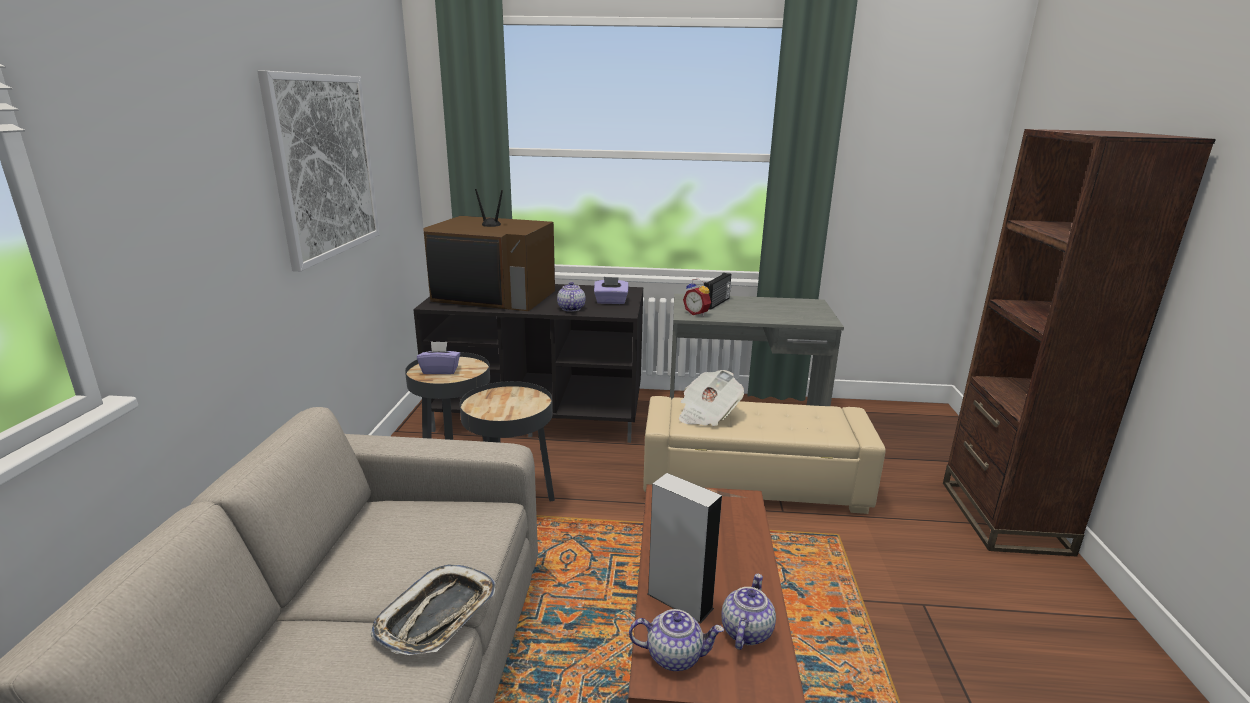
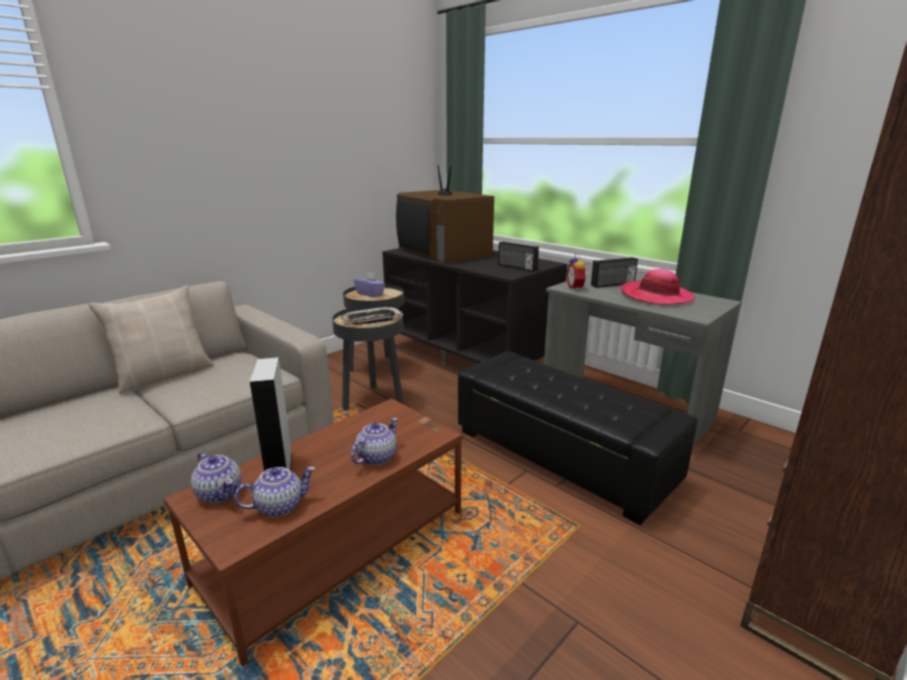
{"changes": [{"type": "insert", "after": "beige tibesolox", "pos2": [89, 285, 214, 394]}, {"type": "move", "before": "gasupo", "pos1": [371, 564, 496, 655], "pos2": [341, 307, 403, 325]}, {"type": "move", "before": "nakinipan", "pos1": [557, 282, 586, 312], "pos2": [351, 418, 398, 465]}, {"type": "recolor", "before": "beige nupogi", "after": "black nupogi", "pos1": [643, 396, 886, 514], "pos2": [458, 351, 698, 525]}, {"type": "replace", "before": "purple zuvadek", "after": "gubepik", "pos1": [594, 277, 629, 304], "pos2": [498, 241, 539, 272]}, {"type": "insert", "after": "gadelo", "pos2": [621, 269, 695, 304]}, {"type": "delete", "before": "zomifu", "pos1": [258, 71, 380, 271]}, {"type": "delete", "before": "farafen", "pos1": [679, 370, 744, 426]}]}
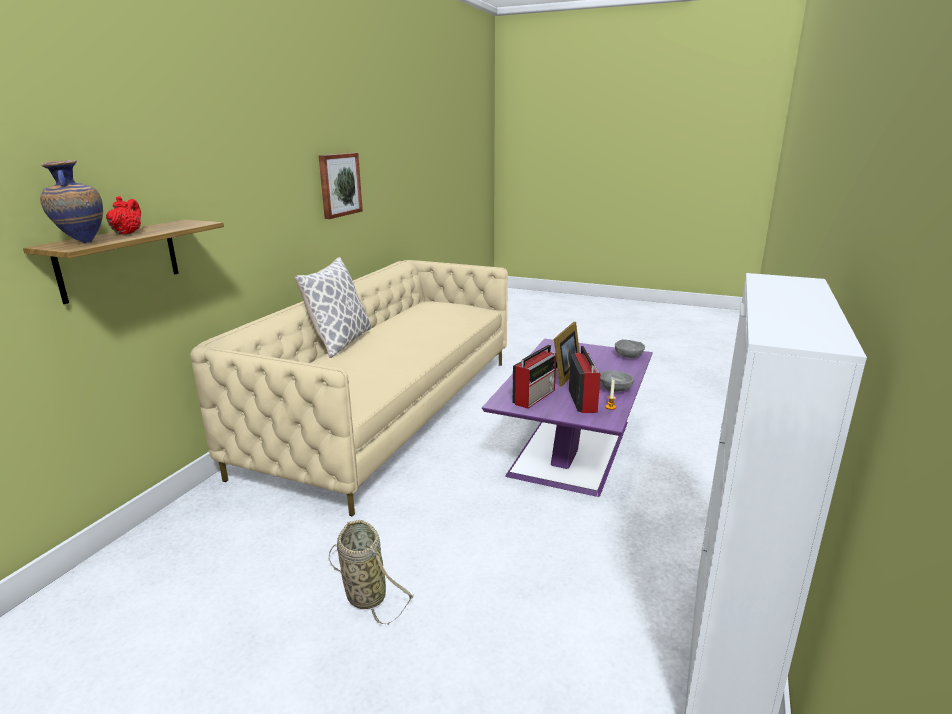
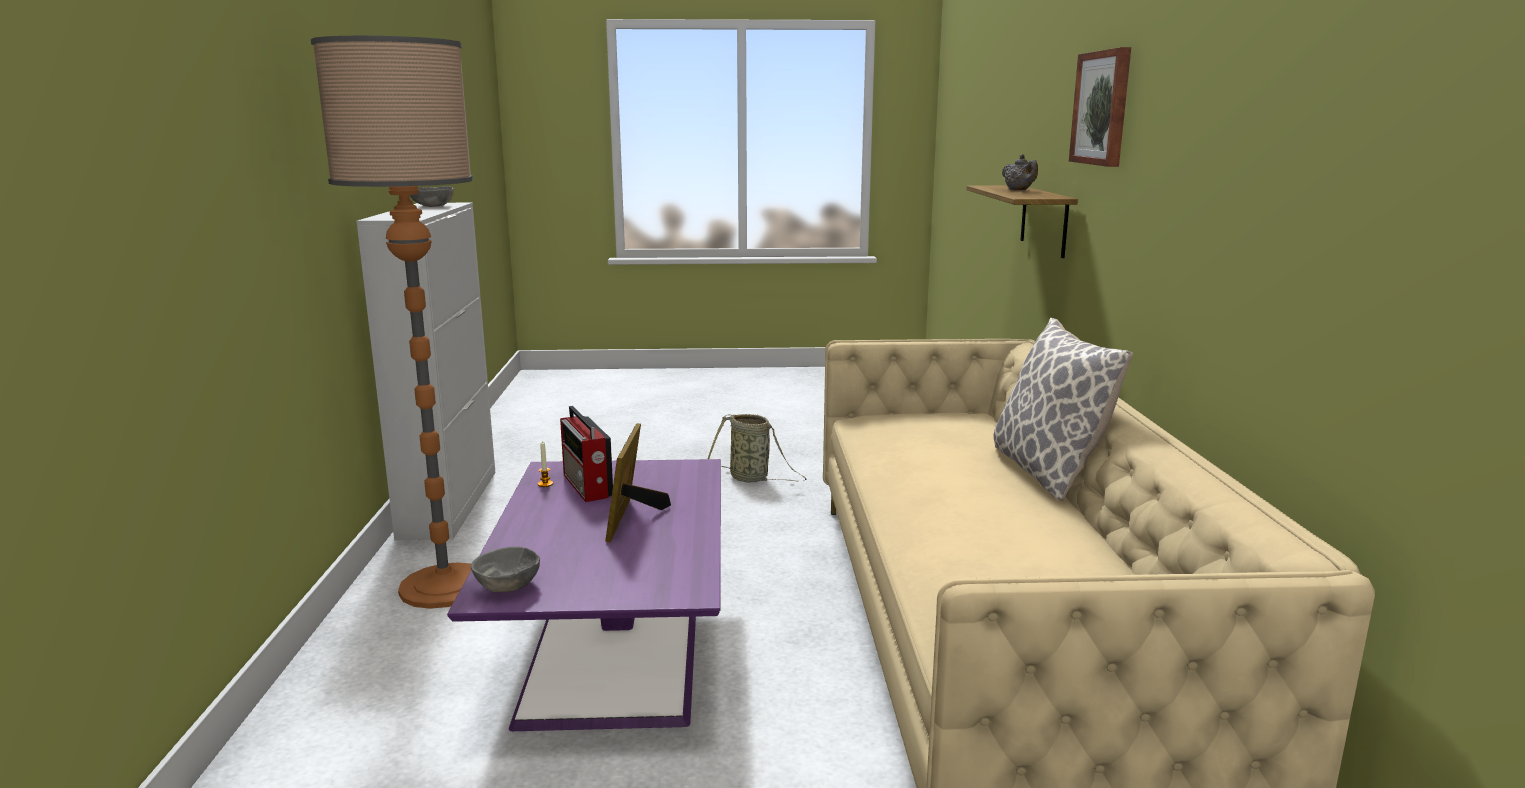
{"changes": [{"type": "insert", "after": "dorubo", "pos2": [311, 36, 473, 609]}, {"type": "move", "before": "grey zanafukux", "pos1": [600, 370, 634, 392], "pos2": [410, 186, 454, 207]}, {"type": "recolor", "before": "red nakinipan", "after": "grey nakinipan", "pos1": [106, 196, 141, 235], "pos2": [1002, 154, 1038, 190]}, {"type": "move", "before": "zomifu", "pos1": [319, 153, 363, 219], "pos2": [1069, 47, 1131, 167]}, {"type": "delete", "before": "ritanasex", "pos1": [40, 160, 103, 244]}, {"type": "delete", "before": "gubepik", "pos1": [512, 345, 556, 409]}]}
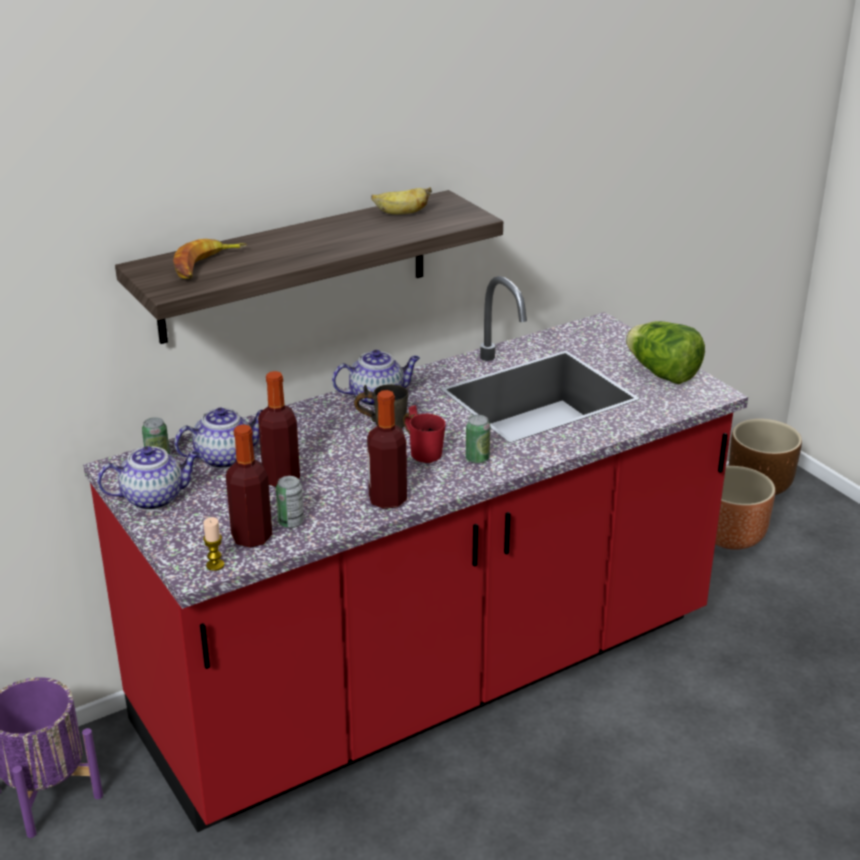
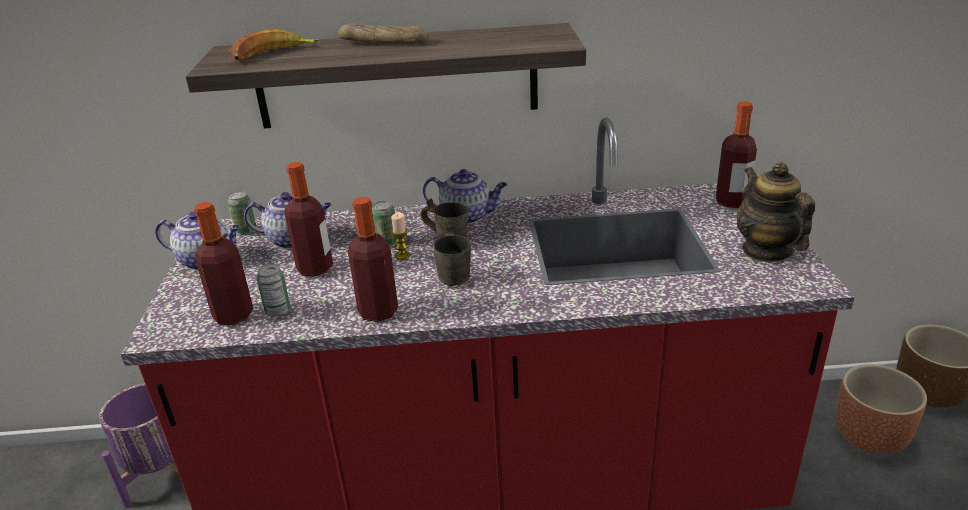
{"changes": [{"type": "insert", "after": "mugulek", "pos2": [338, 23, 429, 44]}, {"type": "move", "before": "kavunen", "pos1": [466, 415, 490, 464], "pos2": [372, 201, 397, 246]}, {"type": "move", "before": "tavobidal", "pos1": [203, 517, 224, 571], "pos2": [391, 213, 410, 260]}, {"type": "recolor", "before": "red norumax", "after": "grey norumax", "pos1": [403, 405, 446, 463], "pos2": [434, 225, 471, 286]}, {"type": "insert", "after": "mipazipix", "pos2": [716, 101, 757, 208]}, {"type": "replace", "before": "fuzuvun", "after": "nakinipan", "pos1": [626, 321, 705, 384], "pos2": [737, 162, 815, 262]}, {"type": "delete", "before": "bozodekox", "pos1": [371, 187, 432, 215]}]}
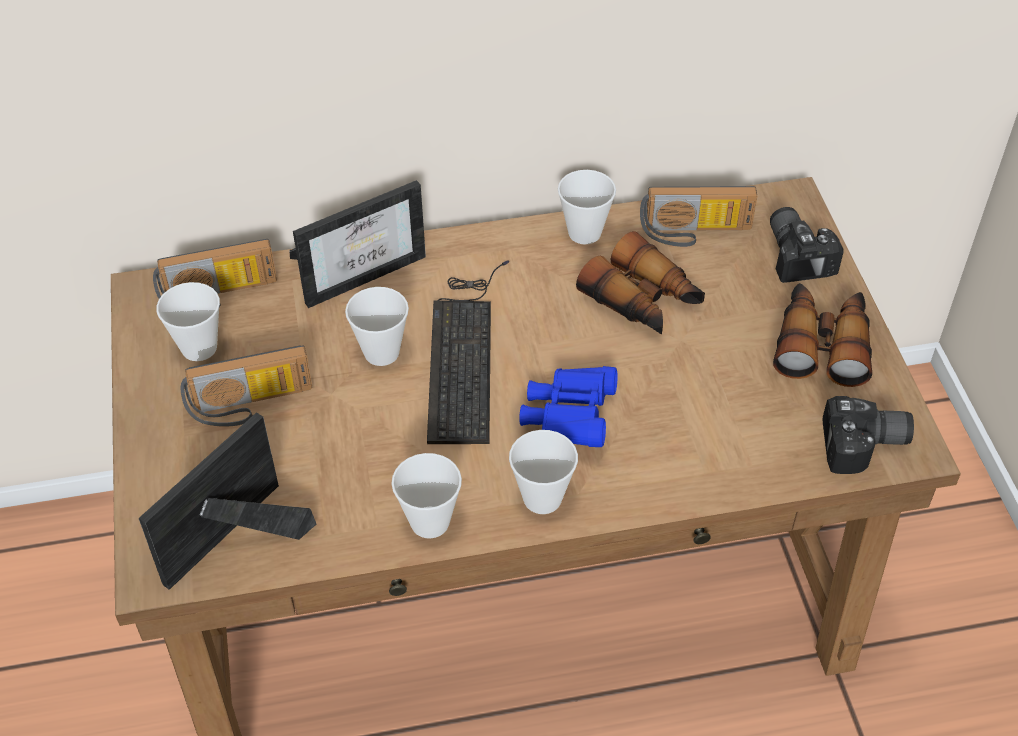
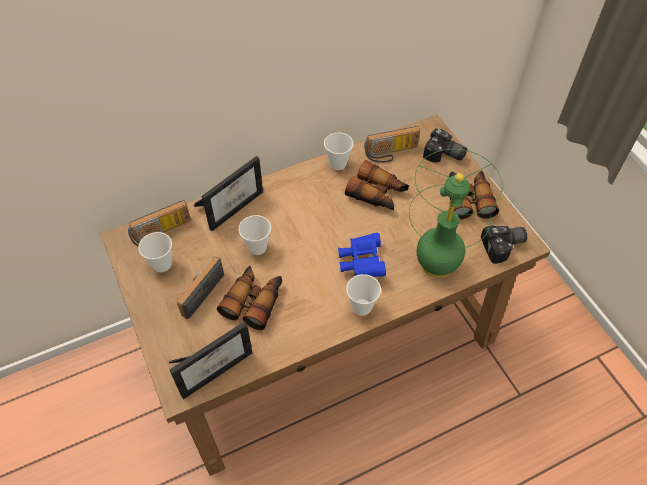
{"changes": [{"type": "rotate", "before": "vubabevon", "pos1": [139, 412, 316, 590], "pos2": [168, 321, 253, 400], "turn": -150}, {"type": "rotate", "before": "gubepik", "pos1": [181, 345, 312, 427], "pos2": [177, 256, 224, 319], "turn": 150}, {"type": "insert", "after": "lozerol", "pos2": [217, 265, 282, 330]}, {"type": "insert", "after": "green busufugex", "pos2": [409, 149, 503, 278]}, {"type": "rotate", "before": "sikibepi", "pos1": [770, 207, 844, 283], "pos2": [423, 128, 467, 163], "turn": 150}, {"type": "delete", "before": "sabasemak", "pos1": [391, 453, 462, 538]}, {"type": "delete", "before": "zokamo", "pos1": [427, 261, 509, 444]}]}
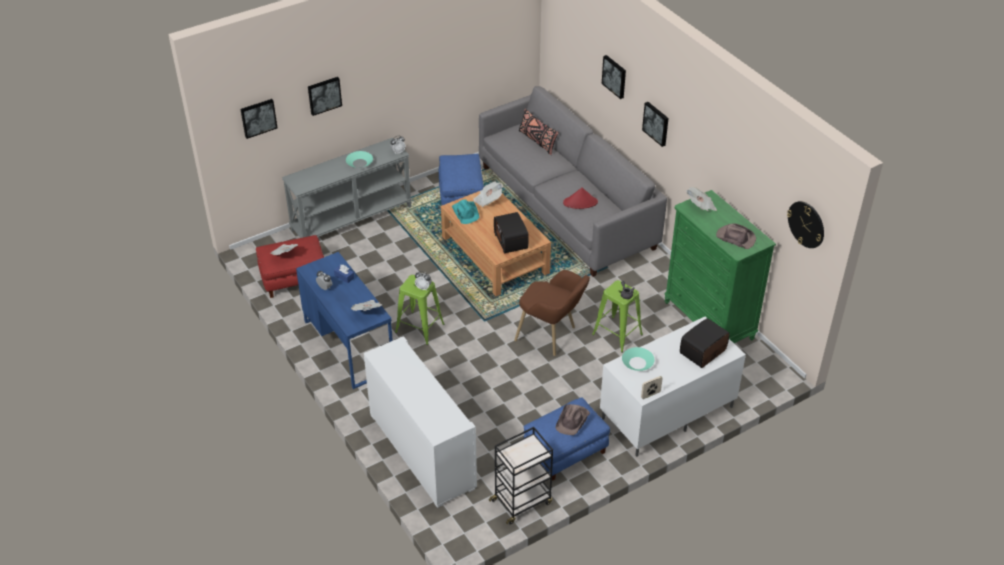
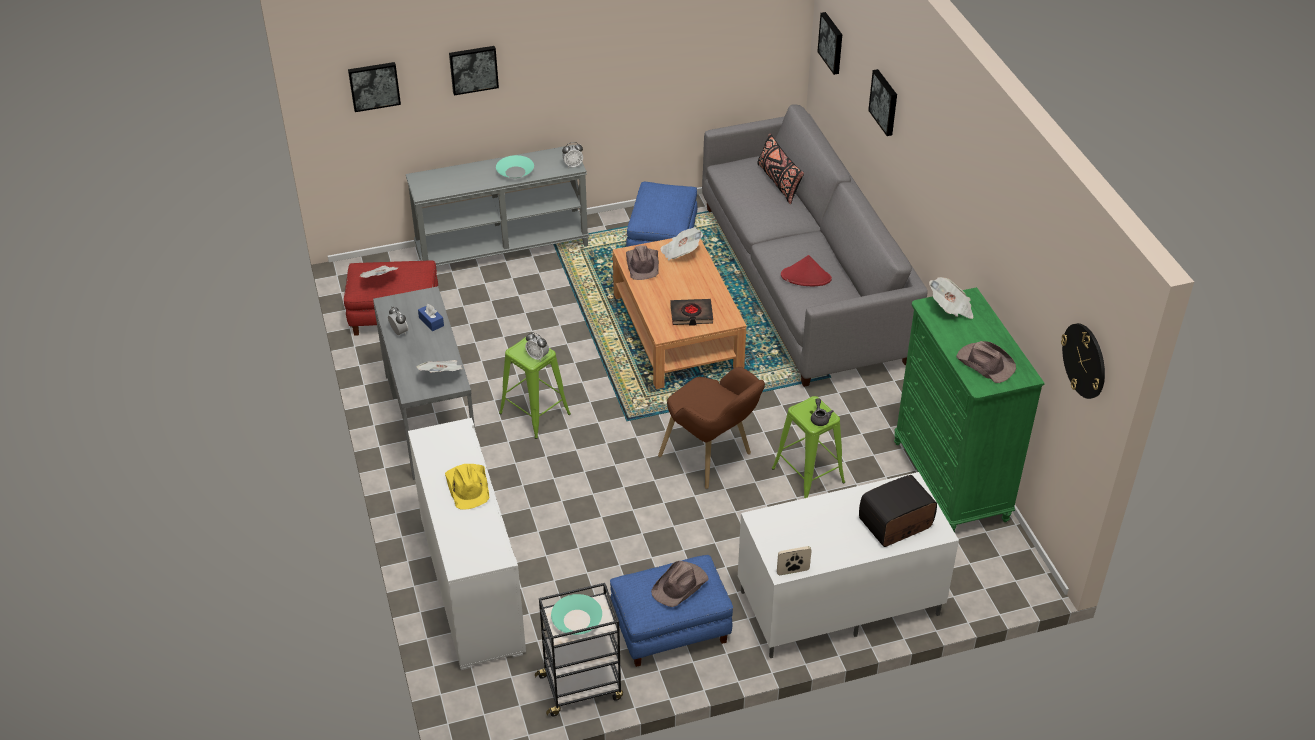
{"changes": [{"type": "recolor", "before": "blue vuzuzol", "after": "grey vuzuzol", "pos1": [296, 252, 393, 389], "pos2": [373, 286, 475, 480]}, {"type": "insert", "after": "yellow gadelo", "pos2": [445, 464, 489, 510]}, {"type": "move", "before": "turquoise zanafukux", "pos1": [622, 347, 655, 371], "pos2": [551, 594, 602, 635]}, {"type": "recolor", "before": "turquoise gadelo", "after": "brown gadelo", "pos1": [452, 200, 479, 224], "pos2": [626, 245, 659, 280]}, {"type": "replace", "before": "gubepik", "after": "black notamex", "pos1": [494, 212, 529, 253], "pos2": [670, 299, 713, 326]}, {"type": "move", "before": "zomifu", "pos1": [642, 102, 669, 147], "pos2": [817, 12, 842, 75]}]}
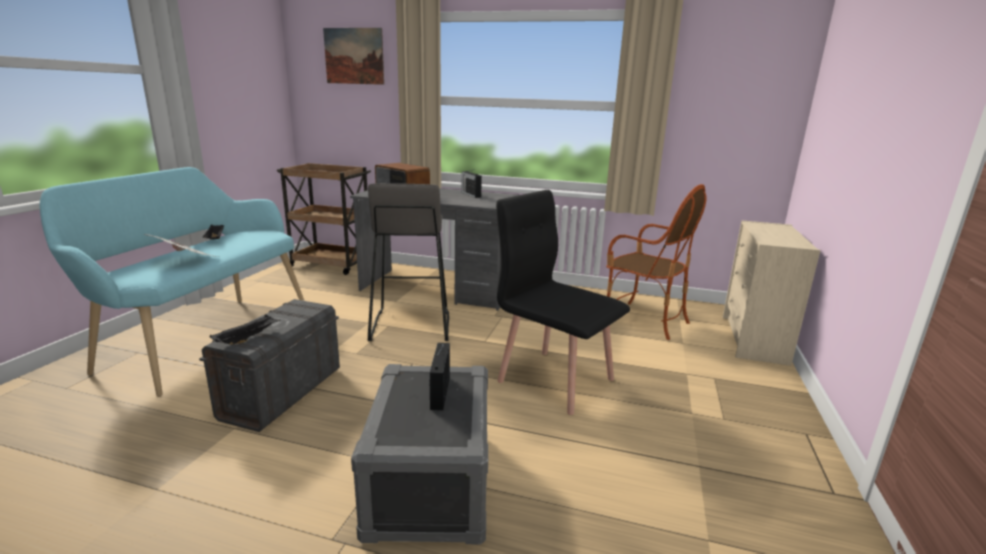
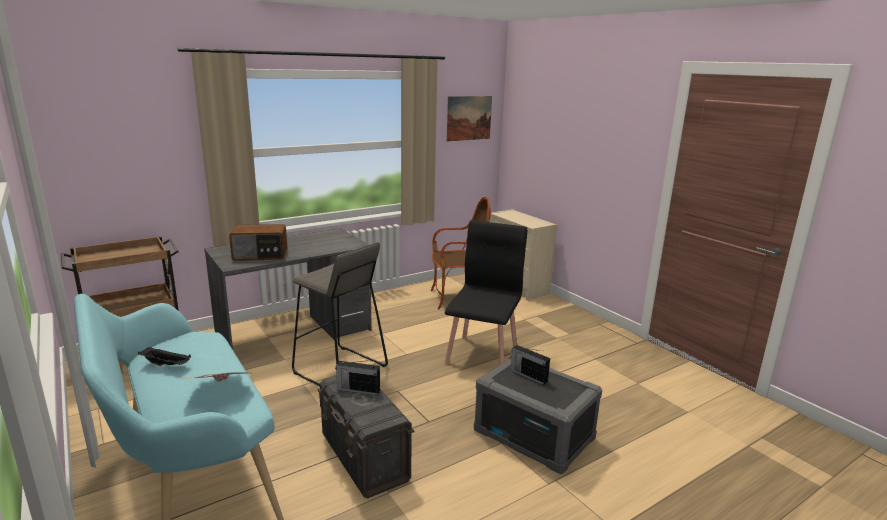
{"changes": [{"type": "move", "before": "gubepik", "pos1": [462, 169, 482, 198], "pos2": [335, 360, 380, 396]}, {"type": "rotate", "before": "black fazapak", "pos1": [496, 190, 630, 415], "pos2": [445, 220, 527, 366], "turn": 120}, {"type": "move", "before": "zomifu", "pos1": [323, 28, 384, 85], "pos2": [447, 96, 492, 141]}, {"type": "delete", "before": "black gasupo", "pos1": [209, 314, 280, 344]}]}
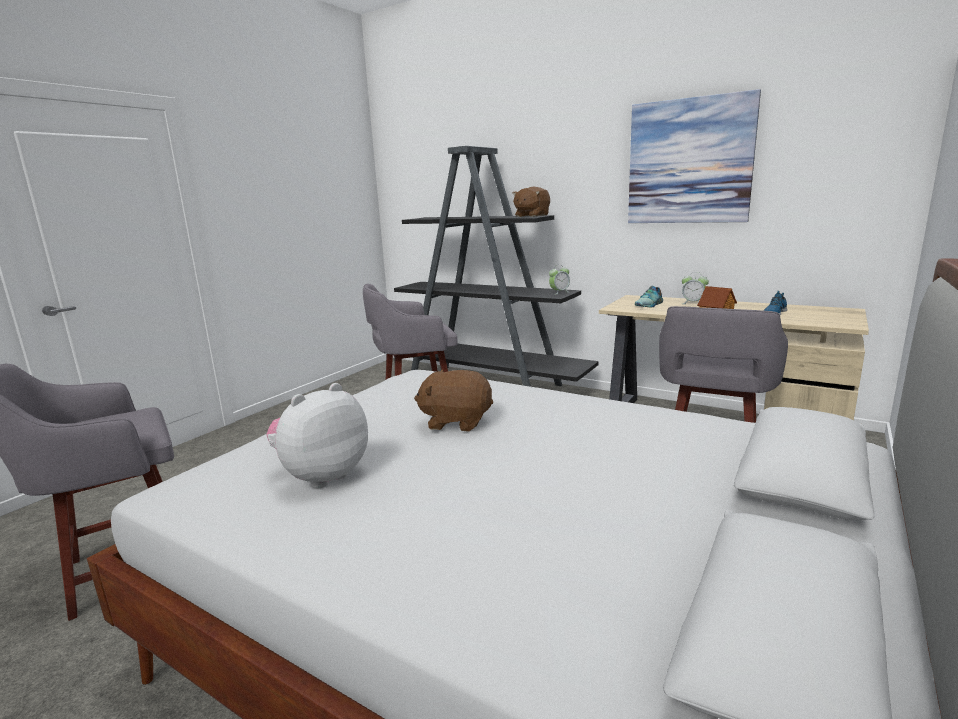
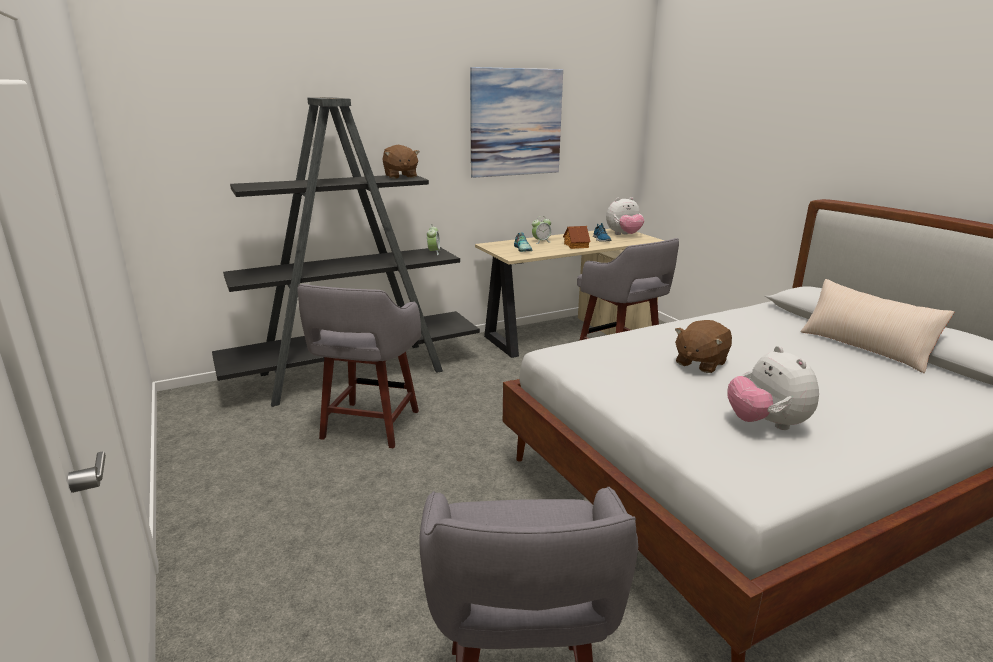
{"changes": [{"type": "insert", "after": "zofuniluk", "pos2": [606, 197, 644, 235]}, {"type": "insert", "after": "beige tibesolox", "pos2": [800, 279, 954, 373]}]}
